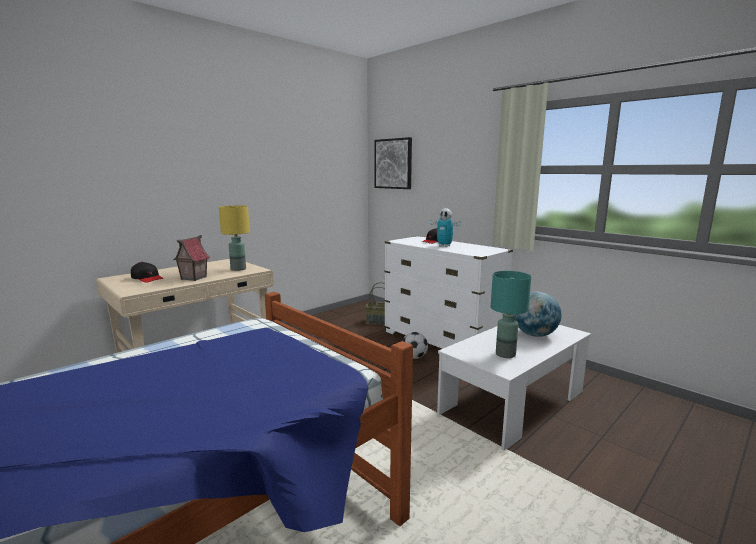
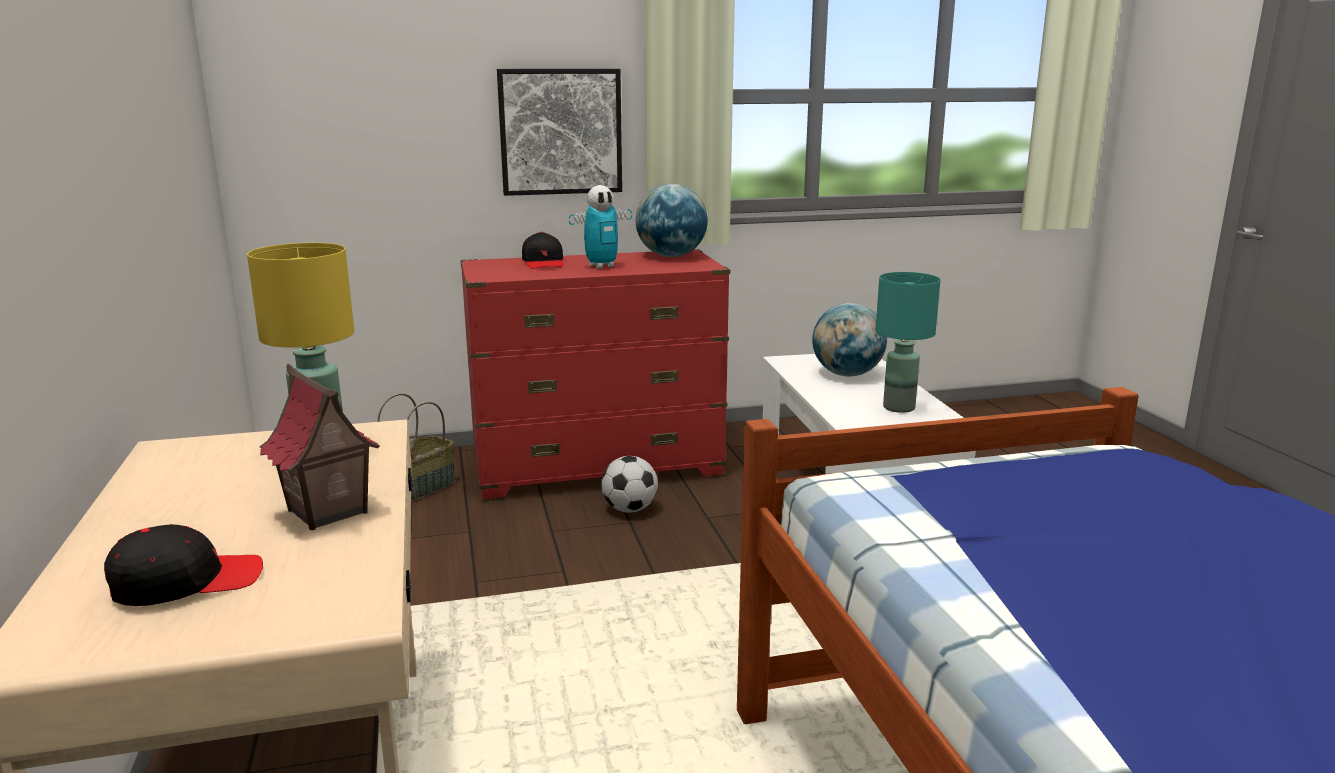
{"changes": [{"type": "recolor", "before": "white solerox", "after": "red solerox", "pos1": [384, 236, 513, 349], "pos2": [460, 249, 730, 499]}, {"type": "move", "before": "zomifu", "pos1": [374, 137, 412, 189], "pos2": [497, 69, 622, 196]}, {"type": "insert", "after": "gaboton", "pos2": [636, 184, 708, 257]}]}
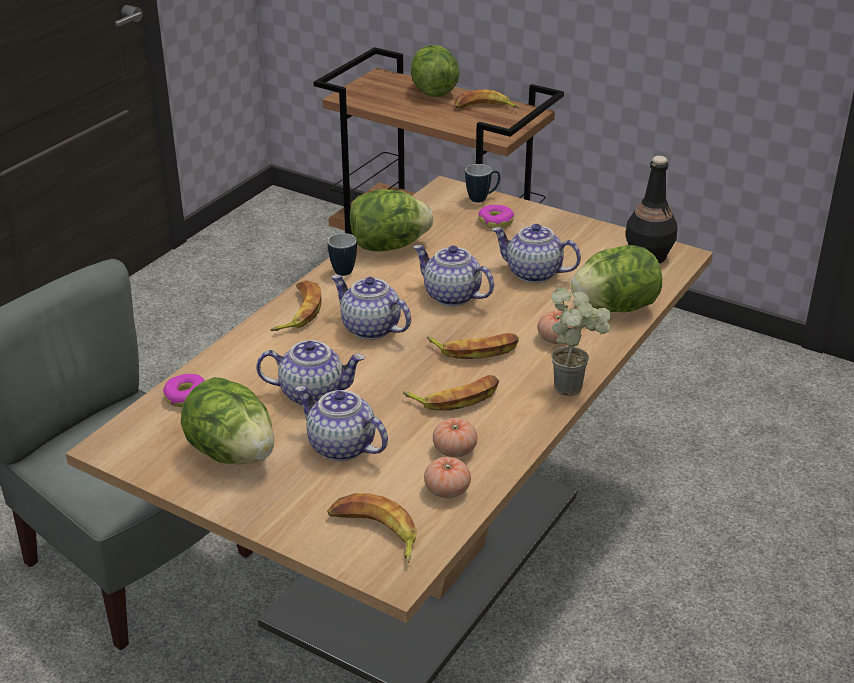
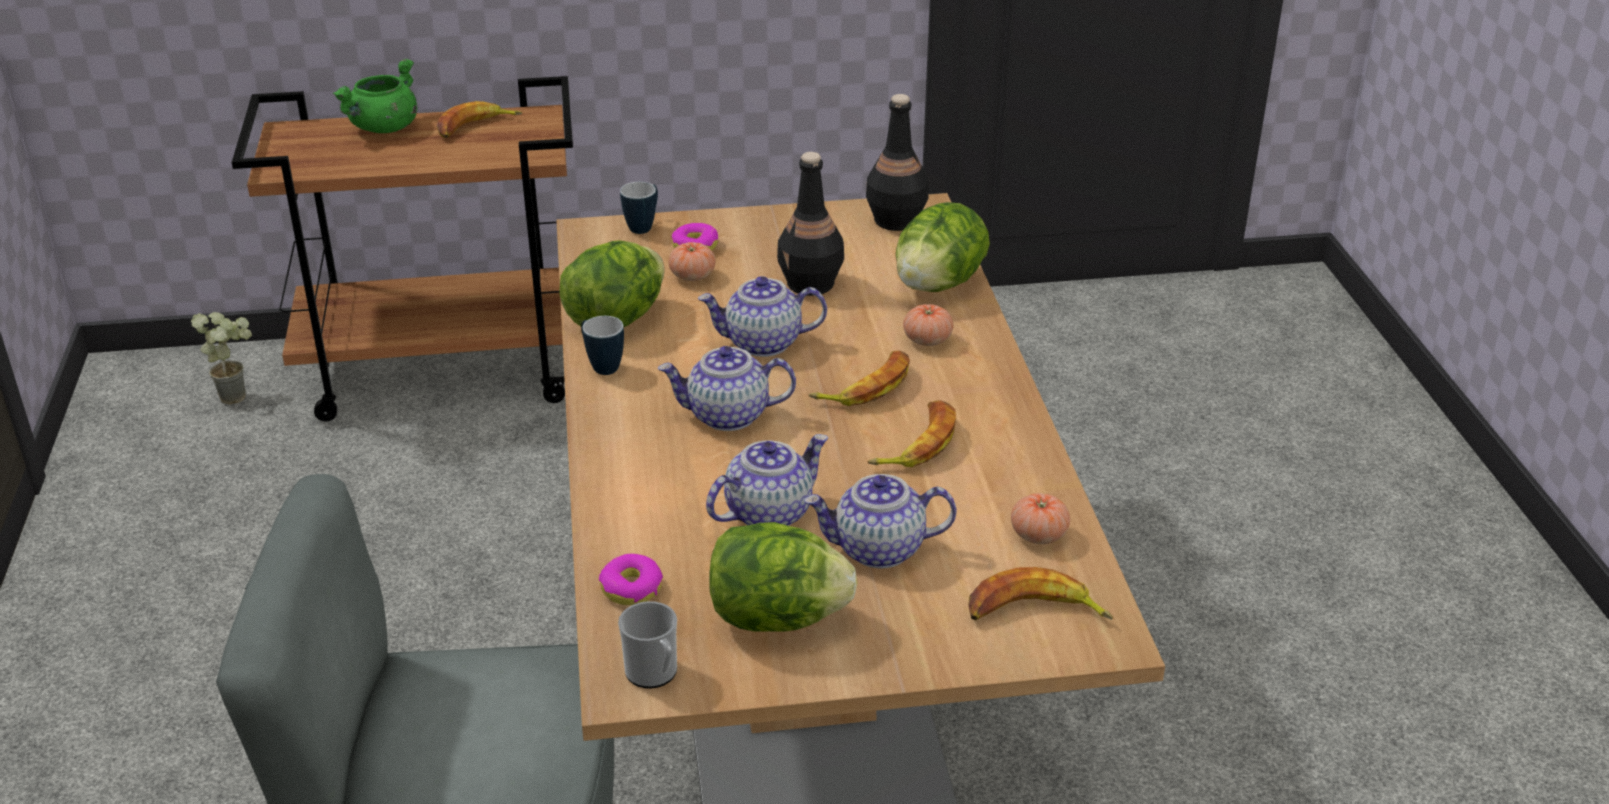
{"changes": [{"type": "move", "before": "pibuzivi", "pos1": [551, 287, 611, 396], "pos2": [191, 312, 252, 405]}, {"type": "replace", "before": "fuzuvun", "after": "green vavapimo", "pos1": [411, 45, 460, 97], "pos2": [333, 59, 417, 133]}, {"type": "insert", "after": "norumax", "pos2": [618, 601, 677, 689]}, {"type": "move", "before": "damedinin", "pos1": [433, 418, 478, 457], "pos2": [668, 242, 716, 281]}, {"type": "replace", "before": "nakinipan", "after": "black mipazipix", "pos1": [492, 224, 581, 283], "pos2": [777, 152, 844, 296]}, {"type": "delete", "before": "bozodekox", "pos1": [270, 280, 322, 331]}]}
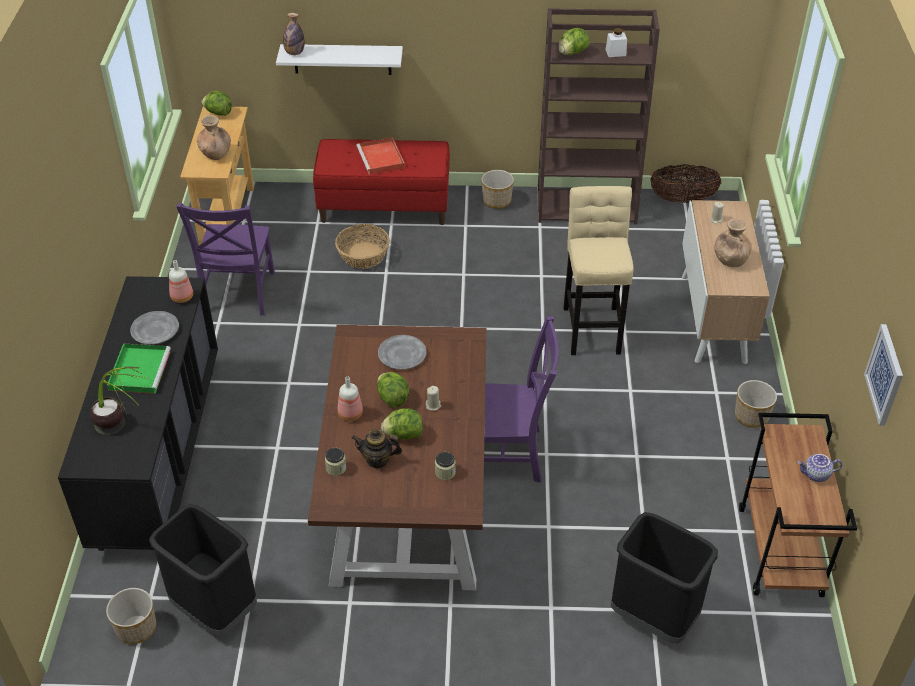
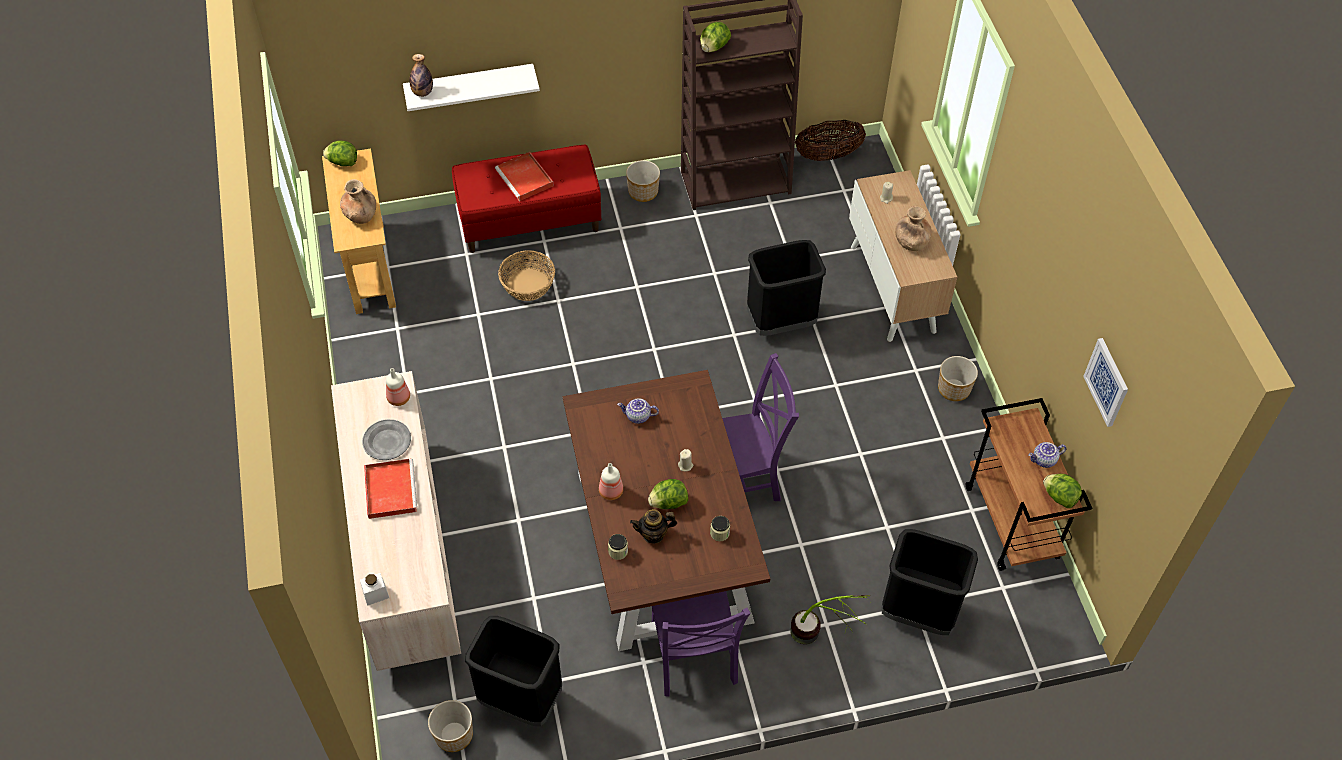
{"changes": [{"type": "recolor", "before": "black solerox", "after": "beige solerox", "pos1": [58, 276, 218, 551], "pos2": [331, 371, 461, 671]}, {"type": "move", "before": "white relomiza", "pos1": [606, 28, 627, 57], "pos2": [360, 573, 389, 606]}, {"type": "recolor", "before": "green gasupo", "after": "red gasupo", "pos1": [107, 343, 171, 394], "pos2": [364, 459, 417, 519]}, {"type": "replace", "before": "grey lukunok", "after": "nakinipan", "pos1": [378, 335, 427, 370], "pos2": [617, 398, 659, 424]}, {"type": "move", "before": "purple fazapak", "pos1": [176, 203, 275, 316], "pos2": [652, 591, 751, 697]}, {"type": "replace", "before": "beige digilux", "after": "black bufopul", "pos1": [563, 186, 634, 355], "pos2": [747, 240, 826, 336]}, {"type": "move", "before": "pibuzivi", "pos1": [90, 367, 151, 435], "pos2": [790, 595, 870, 644]}, {"type": "move", "before": "fuzuvun", "pos1": [377, 372, 410, 408], "pos2": [1043, 474, 1082, 508]}]}
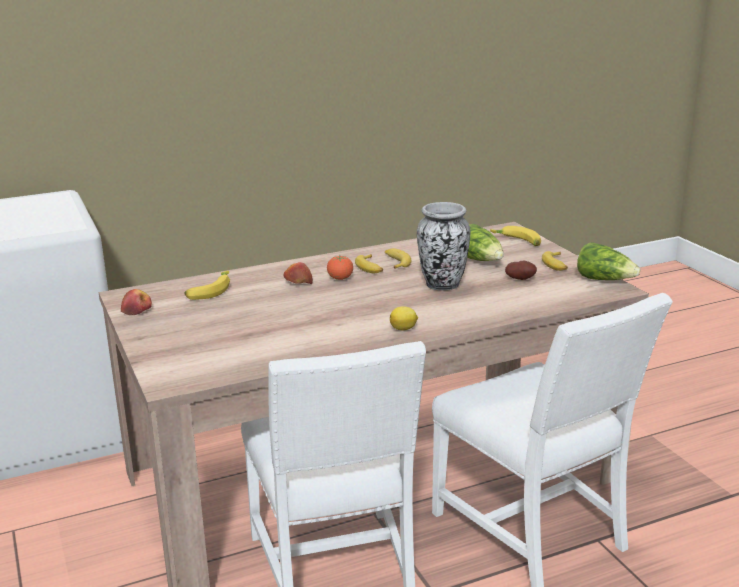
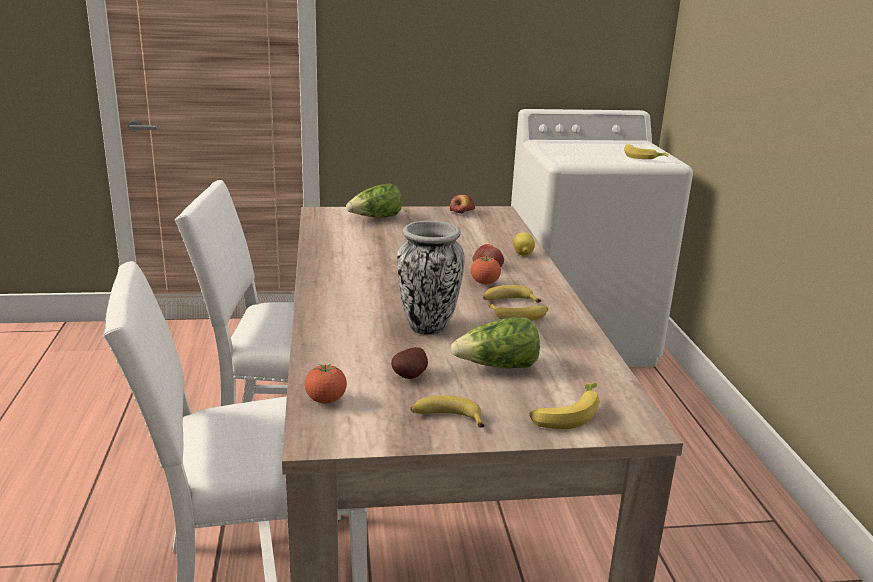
{"changes": [{"type": "insert", "after": "damedinin", "pos2": [305, 365, 347, 404]}, {"type": "move", "before": "fuzuvun", "pos1": [577, 242, 640, 280], "pos2": [346, 184, 402, 217]}, {"type": "move", "before": "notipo", "pos1": [390, 306, 418, 330], "pos2": [513, 232, 535, 256]}, {"type": "move", "before": "bozodekox", "pos1": [184, 271, 230, 300], "pos2": [624, 144, 669, 159]}]}
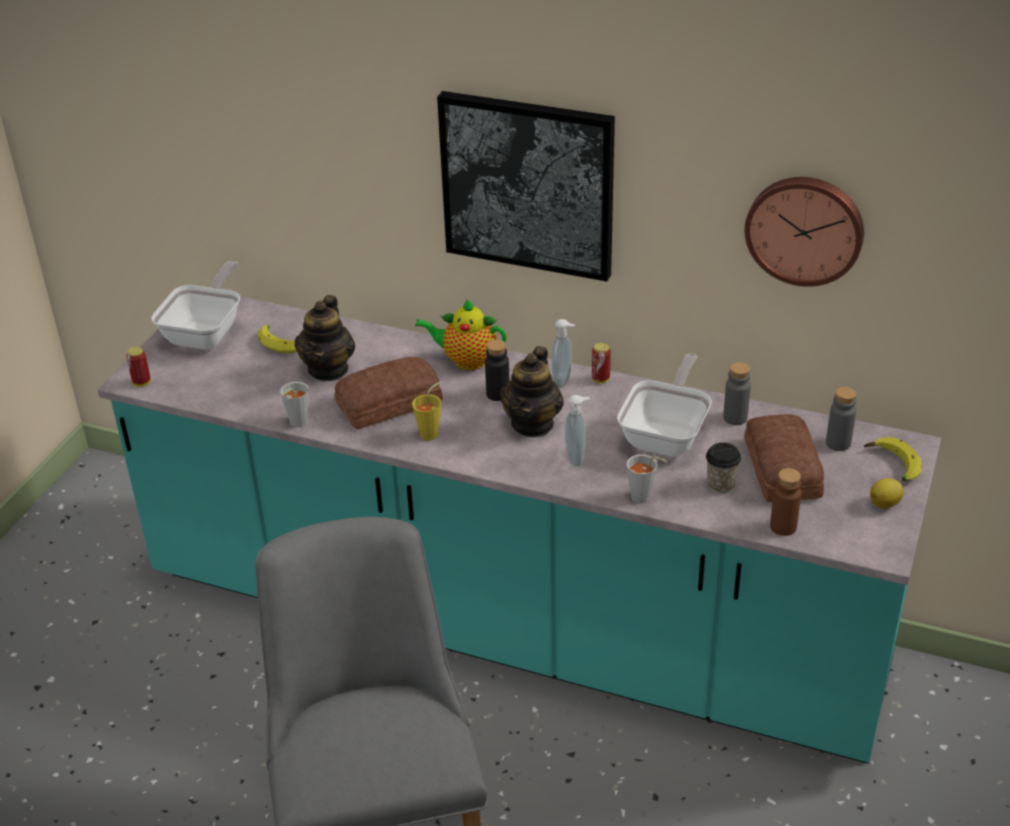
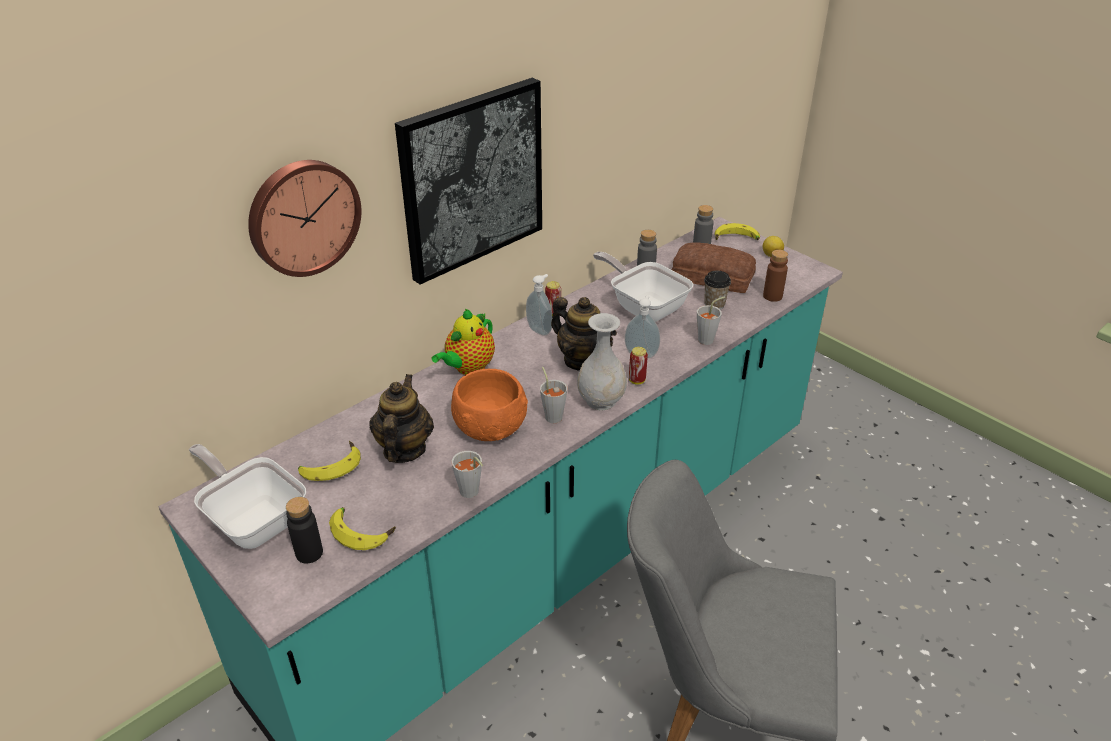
{"changes": [{"type": "move", "before": "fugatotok", "pos1": [745, 177, 864, 287], "pos2": [248, 160, 361, 277]}, {"type": "move", "before": "black mipazipix", "pos1": [485, 340, 509, 401], "pos2": [286, 497, 323, 564]}, {"type": "insert", "after": "bozodekox", "pos2": [329, 507, 396, 550]}, {"type": "rotate", "before": "nakinipan", "pos1": [295, 295, 355, 381], "pos2": [369, 374, 434, 463], "turn": -120}, {"type": "replace", "before": "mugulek", "after": "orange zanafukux", "pos1": [334, 357, 442, 429], "pos2": [451, 369, 528, 441]}, {"type": "recolor", "before": "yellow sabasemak", "after": "grey sabasemak", "pos1": [412, 381, 442, 441], "pos2": [540, 367, 568, 423]}, {"type": "insert", "after": "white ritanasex", "pos2": [577, 313, 627, 410]}, {"type": "move", "before": "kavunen", "pos1": [126, 347, 151, 386], "pos2": [629, 347, 648, 385]}]}
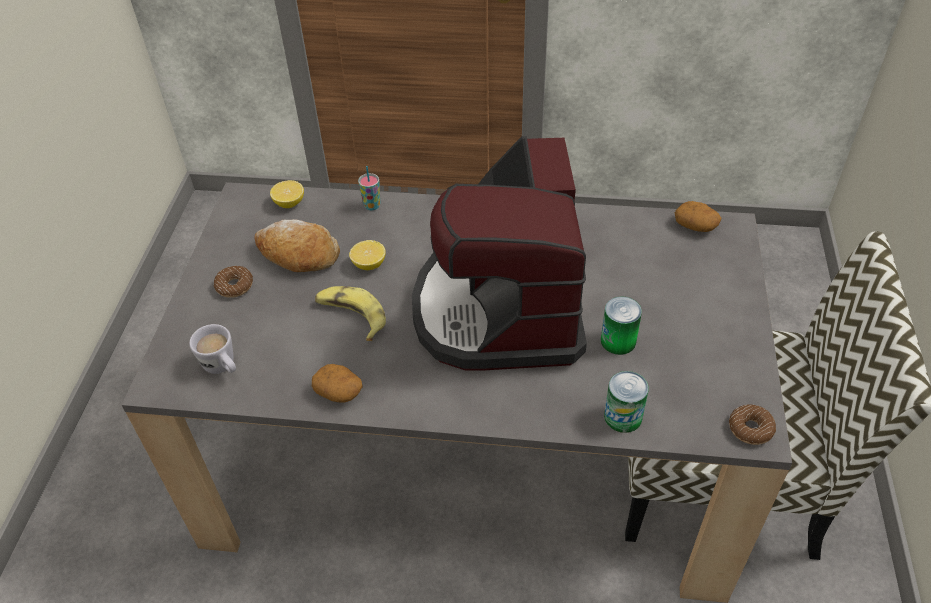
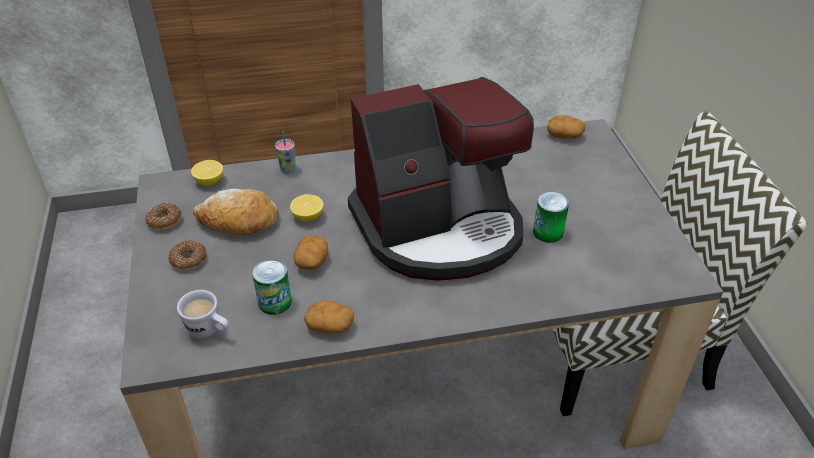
{"changes": [{"type": "move", "before": "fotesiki", "pos1": [729, 405, 776, 445], "pos2": [145, 203, 181, 230]}, {"type": "move", "before": "kavunen", "pos1": [604, 371, 649, 433], "pos2": [252, 259, 292, 315]}, {"type": "replace", "before": "bozodekox", "after": "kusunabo", "pos1": [315, 286, 386, 341], "pos2": [294, 235, 328, 270]}, {"type": "rotate", "before": "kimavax", "pos1": [412, 136, 587, 370], "pos2": [348, 77, 534, 281], "turn": -90}]}
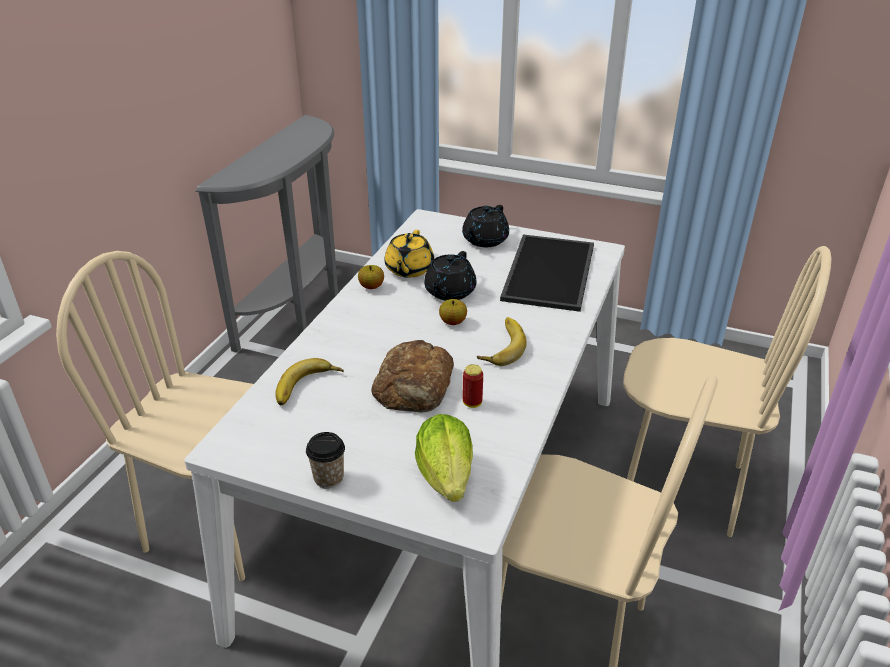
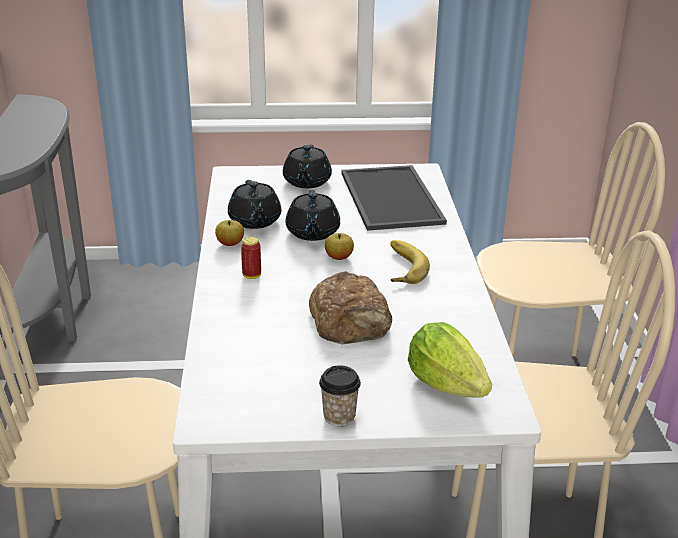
{"changes": [{"type": "recolor", "before": "yellow nakinipan", "after": "black nakinipan", "pos1": [384, 230, 434, 278], "pos2": [228, 180, 281, 229]}, {"type": "move", "before": "kavunen", "pos1": [463, 364, 483, 408], "pos2": [241, 237, 261, 279]}, {"type": "delete", "before": "bozodekox", "pos1": [275, 358, 344, 405]}]}
